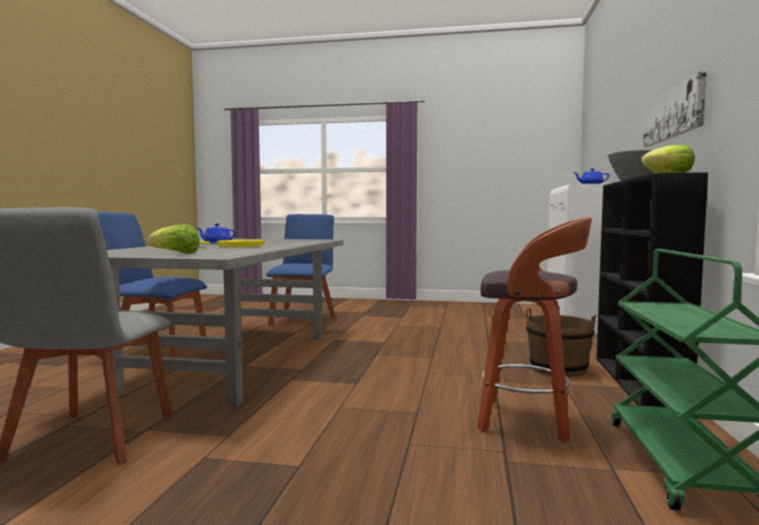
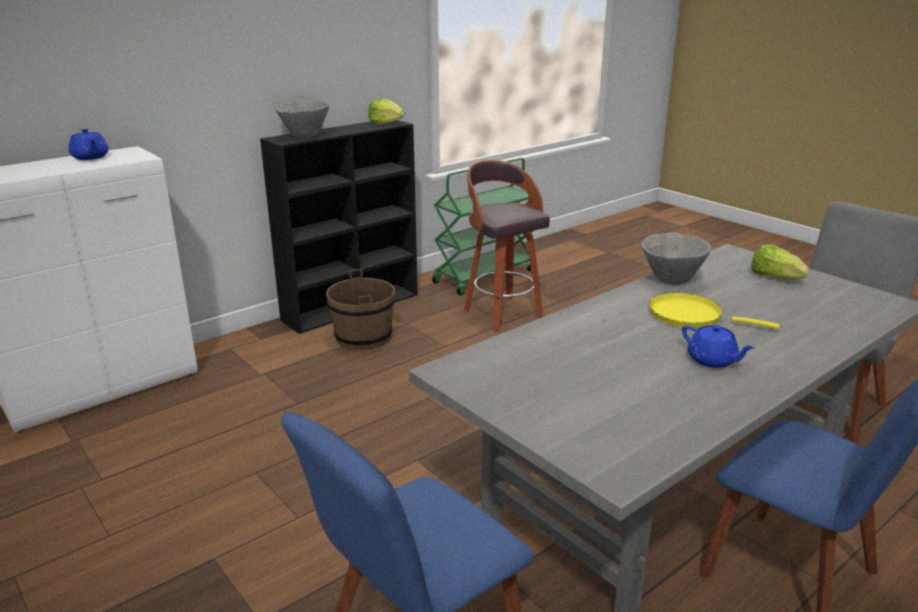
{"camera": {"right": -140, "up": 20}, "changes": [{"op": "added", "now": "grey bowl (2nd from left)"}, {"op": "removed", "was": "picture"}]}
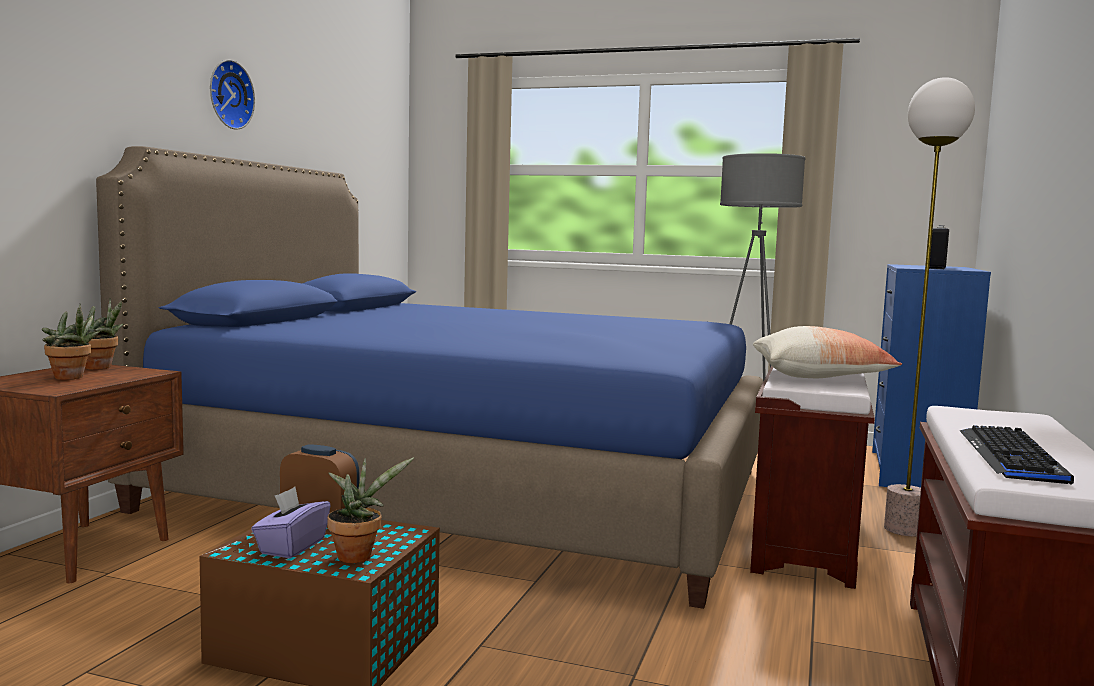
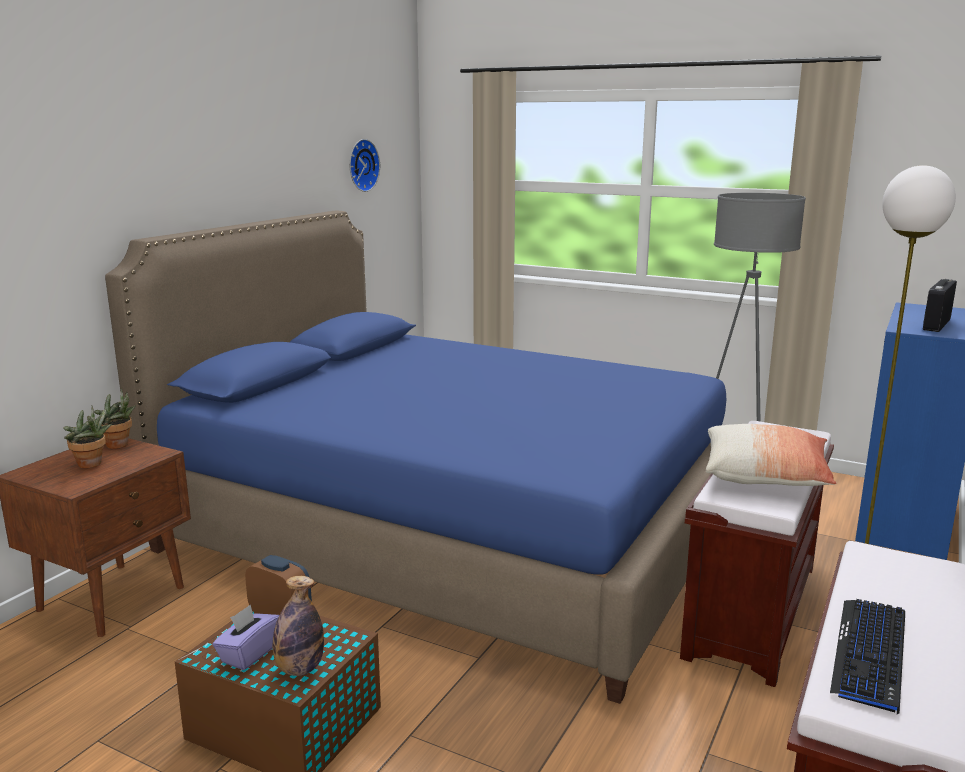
{"camera": {"right": 10, "up": 10}, "changes": [{"op": "replaced", "was": "potted plant (3rd from left)", "now": "bottle"}, {"op": "moved", "was": "wall clock"}]}
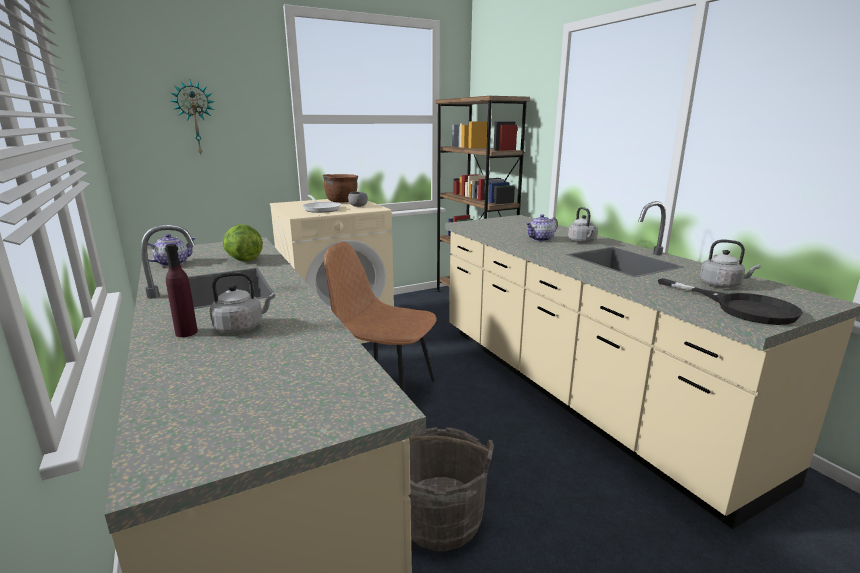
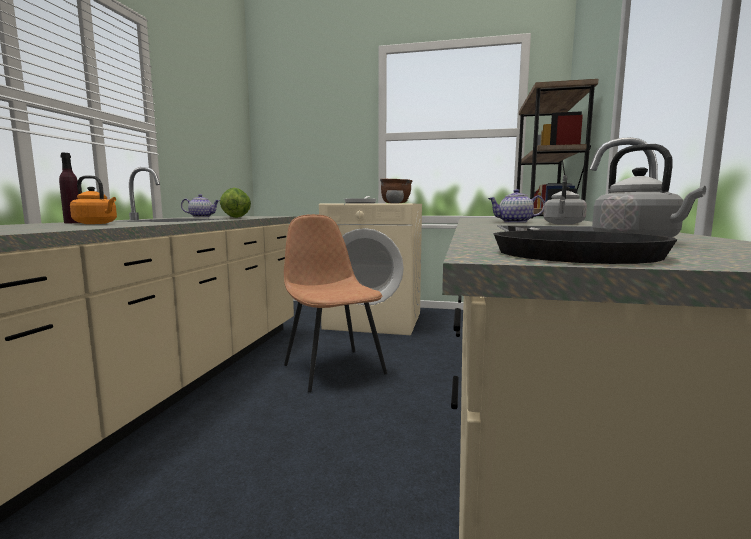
{"camera": {"right": 40, "up": -10}, "changes": [{"op": "recoloured", "was": "grey kettle (1st from left)", "now": "orange kettle"}, {"op": "removed", "was": "wall clock"}, {"op": "removed", "was": "grey bucket"}]}
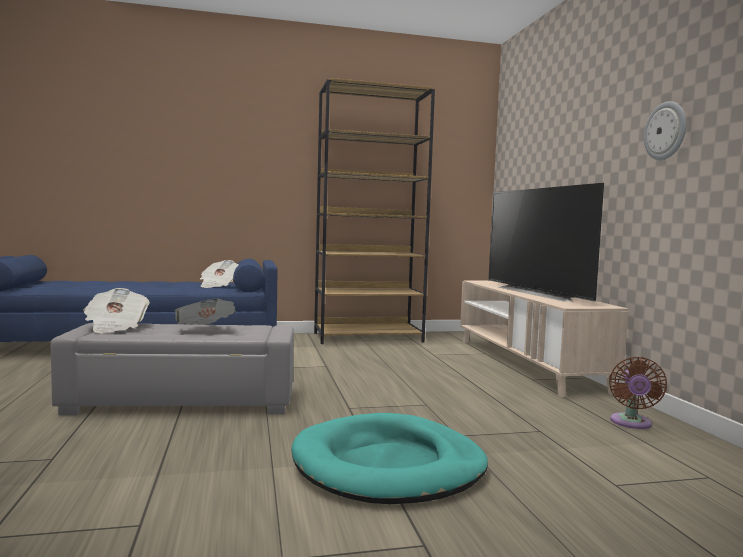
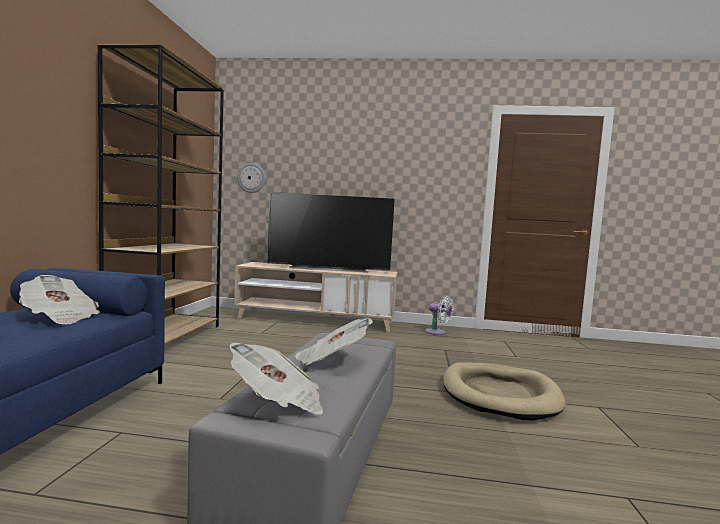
{"camera": {"right": -70, "up": 0}, "changes": [{"op": "moved", "was": "wall clock"}, {"op": "recoloured", "was": "brown fan", "now": "white fan"}, {"op": "recoloured", "was": "turquoise dog bed", "now": "beige dog bed"}]}
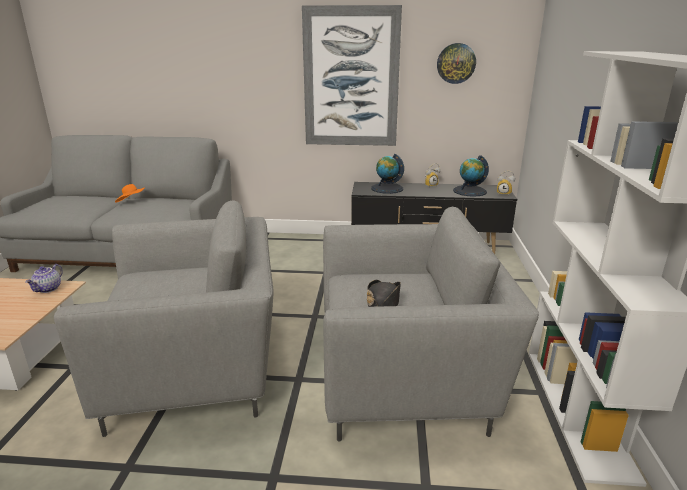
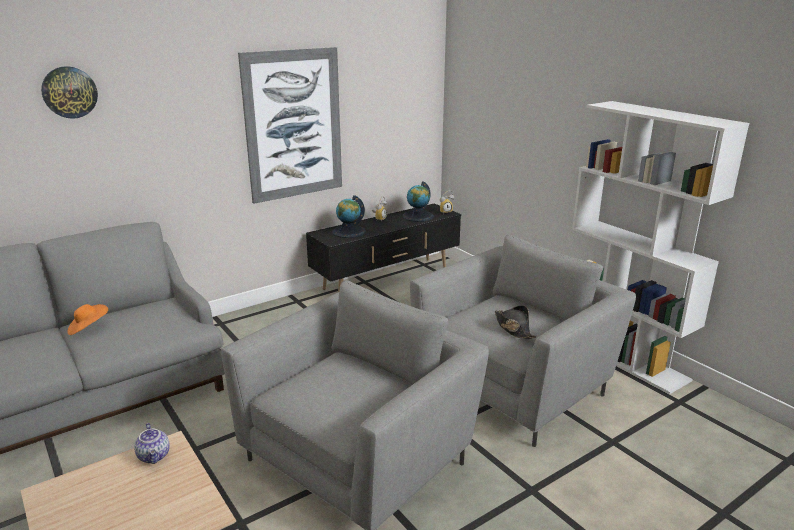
{"camera": {"right": -40, "up": 0}, "changes": [{"op": "moved", "was": "wall clock"}]}
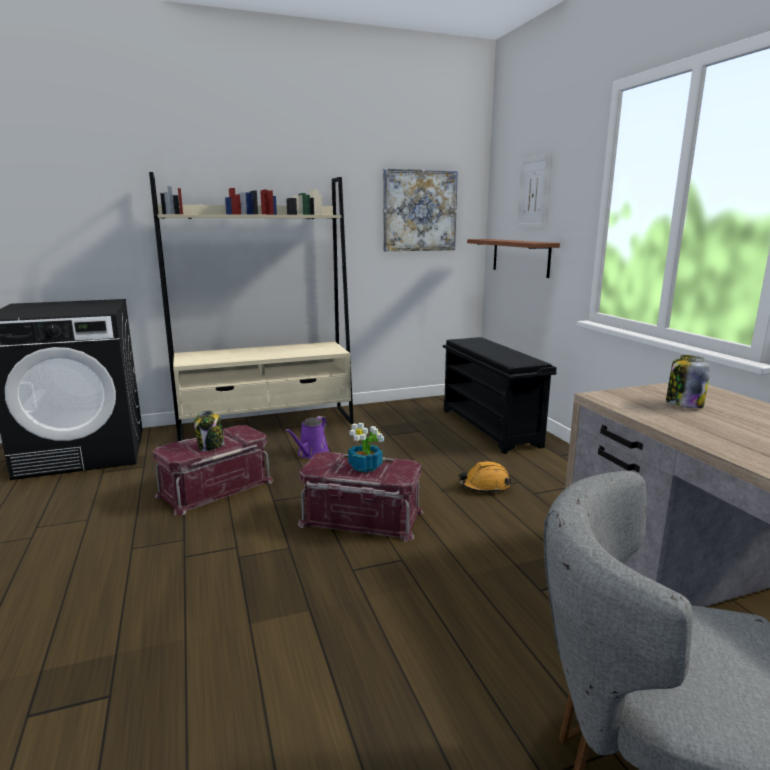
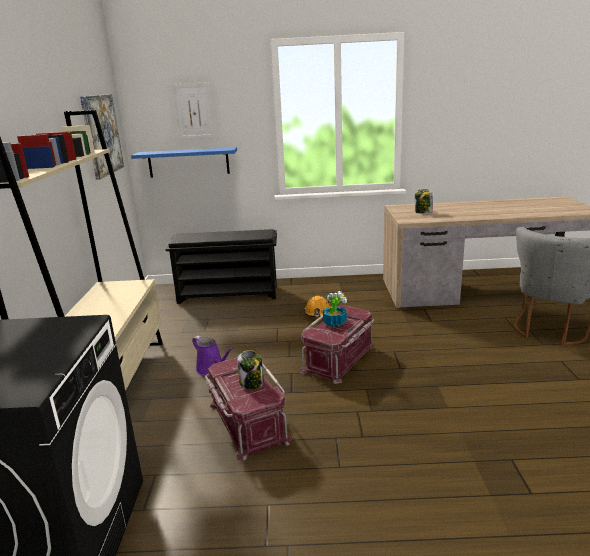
{"camera": {"right": -70, "up": 5}, "changes": [{"op": "recoloured", "was": "brown shelf", "now": "blue shelf"}]}
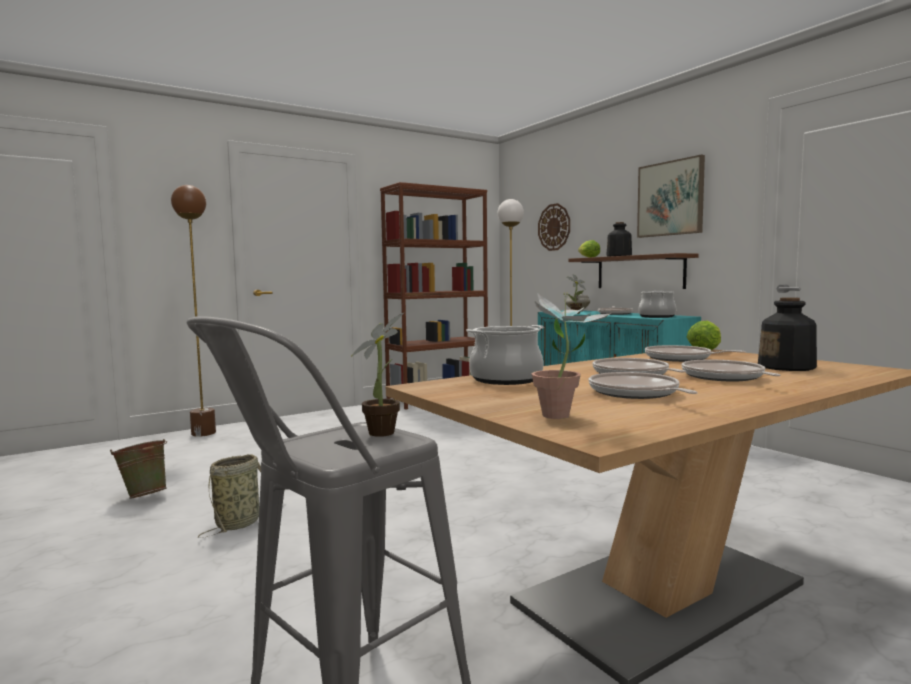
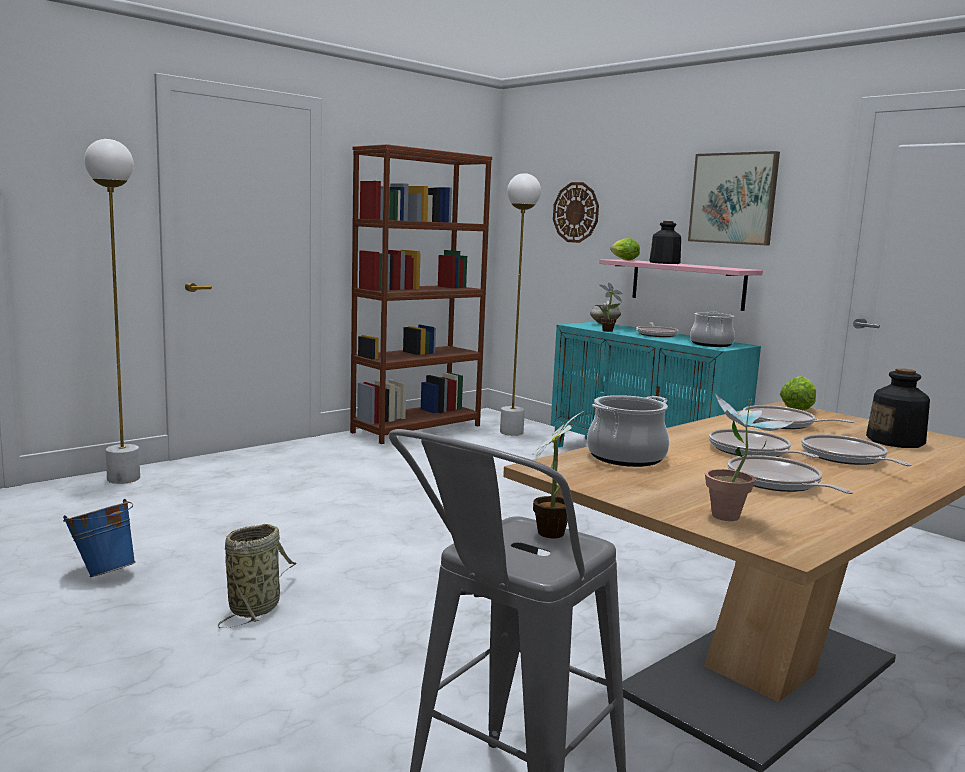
{"camera": {"right": -10, "up": 5}, "changes": [{"op": "recoloured", "was": "green bucket", "now": "blue bucket"}, {"op": "recoloured", "was": "brown floor lamp", "now": "white floor lamp (1st from left)"}, {"op": "recoloured", "was": "brown shelf", "now": "pink shelf"}]}
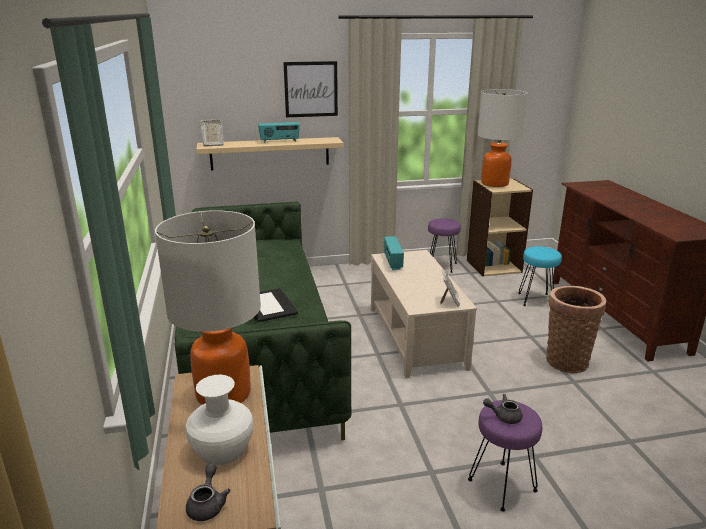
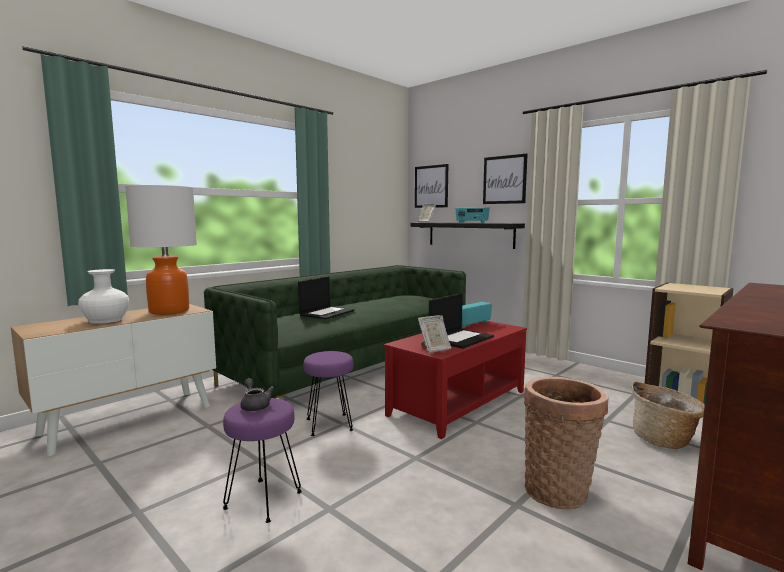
{"camera": {"right": 55, "up": -15}, "changes": [{"op": "moved", "was": "purple stool (1st from left in the first image)", "now": "purple stool (2nd from left)"}, {"op": "recoloured", "was": "beige coffee table", "now": "red coffee table"}, {"op": "recoloured", "was": "beige shelf", "now": "black shelf"}, {"op": "added", "now": "picture (1st from left)"}, {"op": "added", "now": "laptop (2nd from left)"}, {"op": "replaced", "was": "turquoise stool", "now": "basket (2nd from left)"}, {"op": "removed", "was": "grey teapot (1st from left)"}, {"op": "removed", "was": "table lamp (2nd from left)"}]}
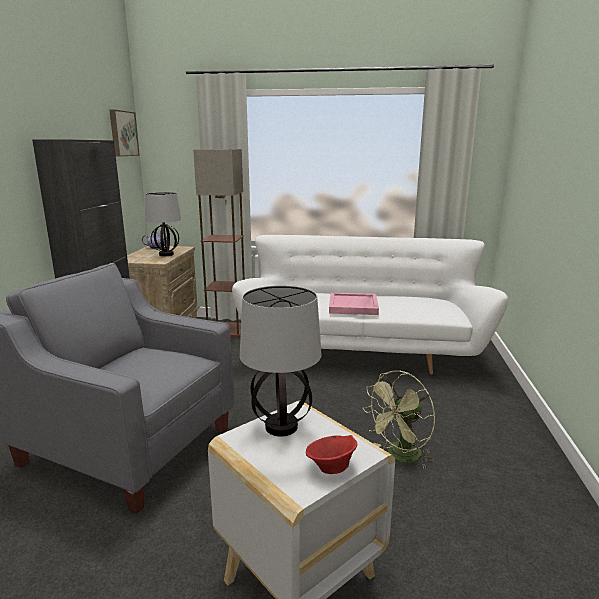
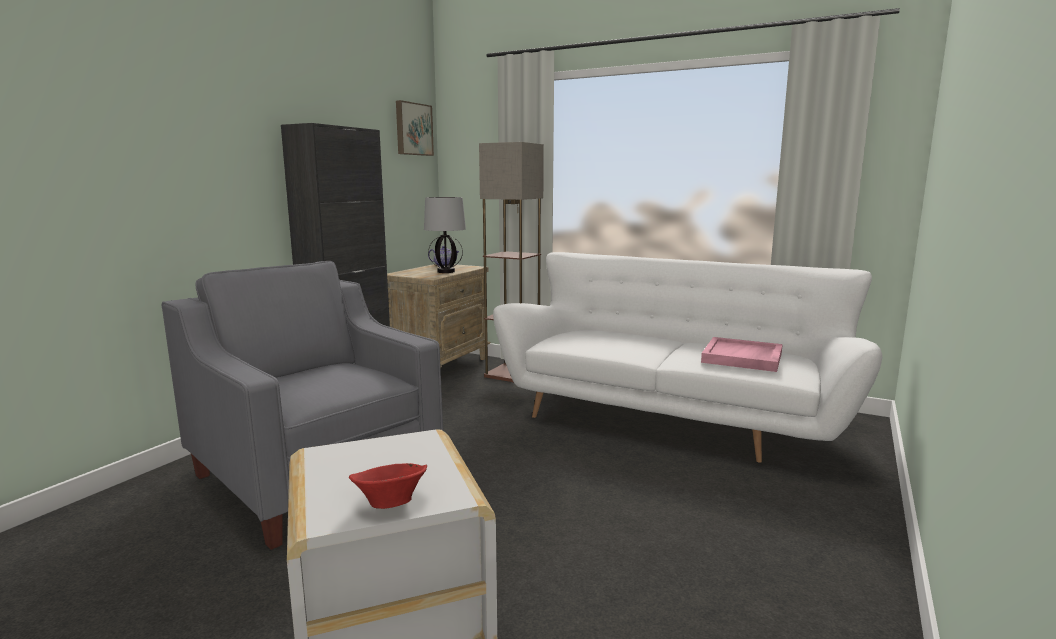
{"camera": {"right": 20, "up": -5}, "changes": [{"op": "moved", "was": "pink tray"}, {"op": "removed", "was": "table lamp (2nd from left)"}, {"op": "removed", "was": "green fan"}]}
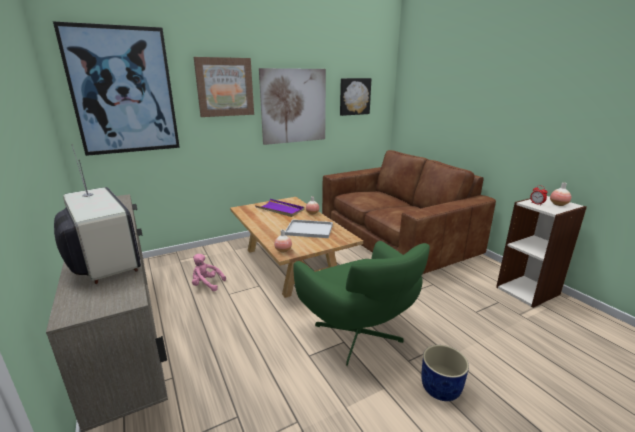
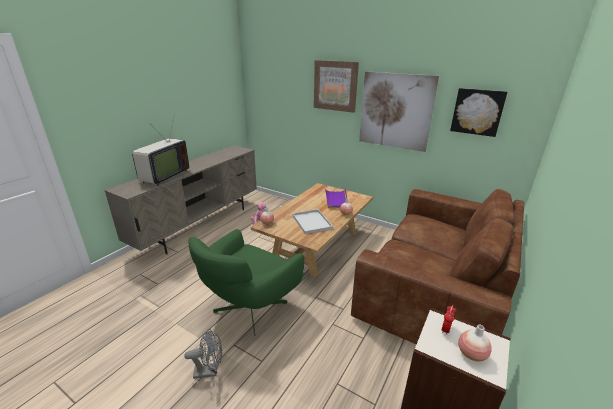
{"camera": {"right": 60, "up": 5}, "changes": [{"op": "replaced", "was": "blue planter", "now": "grey fan"}, {"op": "removed", "was": "picture (1st from left)"}]}
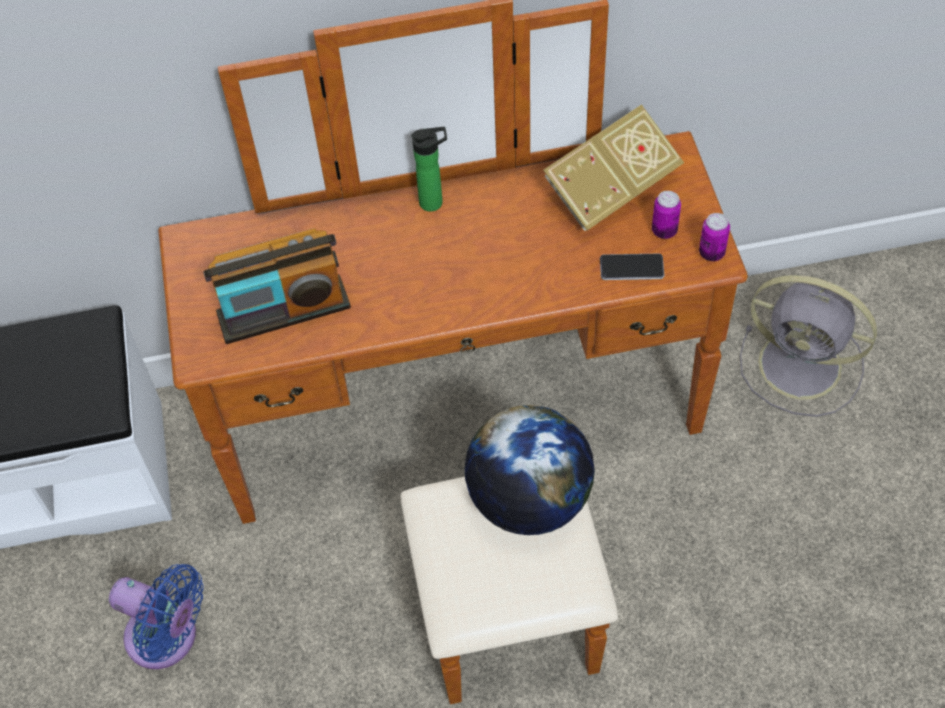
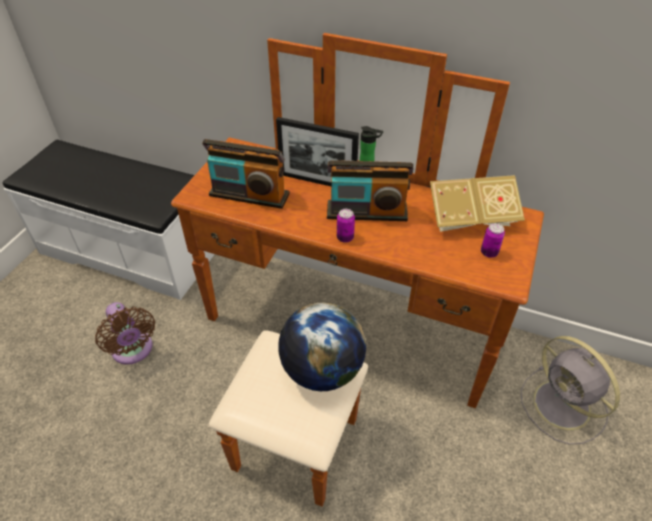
{"camera": {"right": 30, "up": -10}, "changes": [{"op": "recoloured", "was": "blue fan", "now": "brown fan"}, {"op": "added", "now": "picture frame"}, {"op": "added", "now": "radio (2nd from left)"}, {"op": "moved", "was": "can (2nd from left in the first image)", "now": "can (1st from left)"}, {"op": "removed", "was": "phone"}]}
